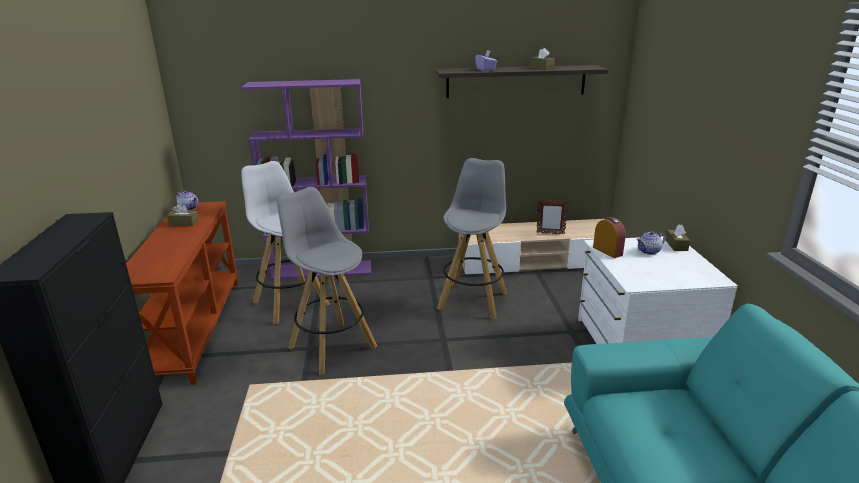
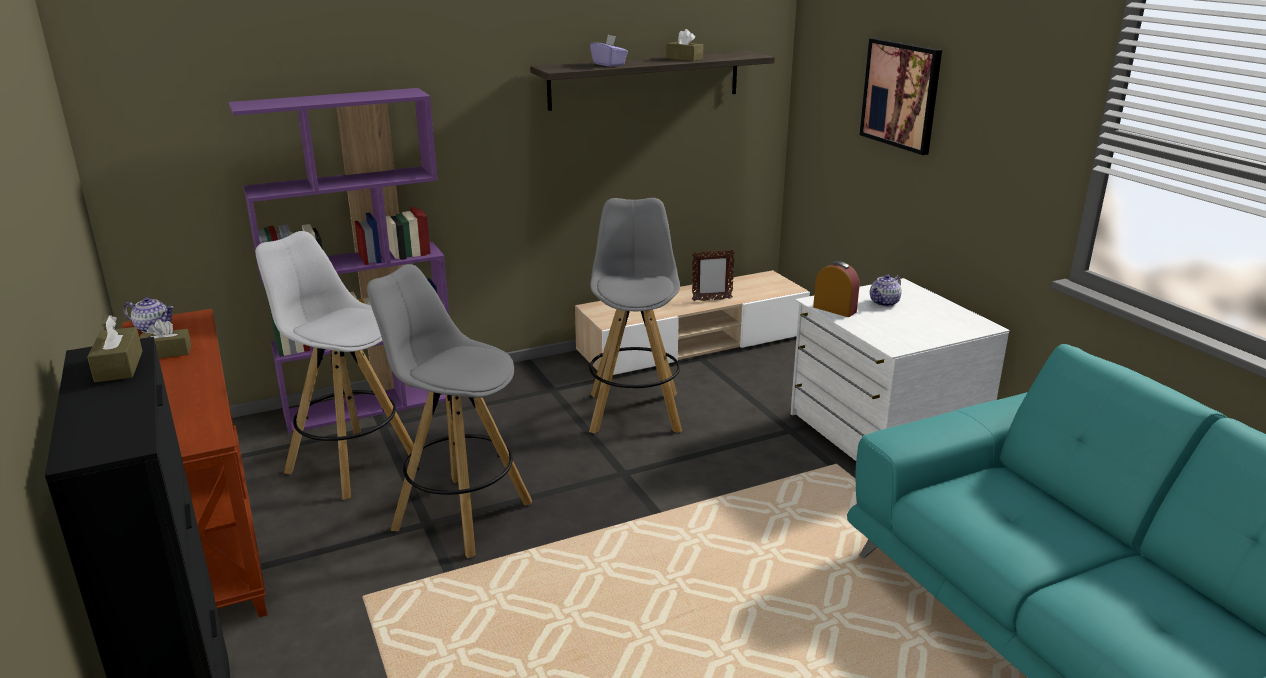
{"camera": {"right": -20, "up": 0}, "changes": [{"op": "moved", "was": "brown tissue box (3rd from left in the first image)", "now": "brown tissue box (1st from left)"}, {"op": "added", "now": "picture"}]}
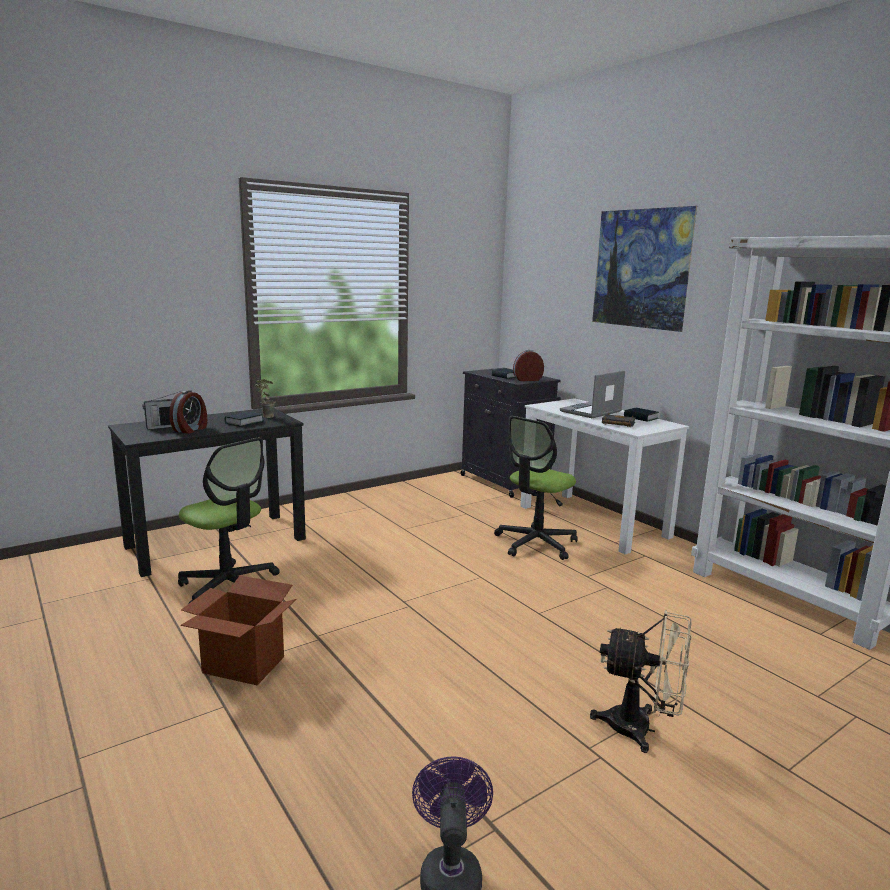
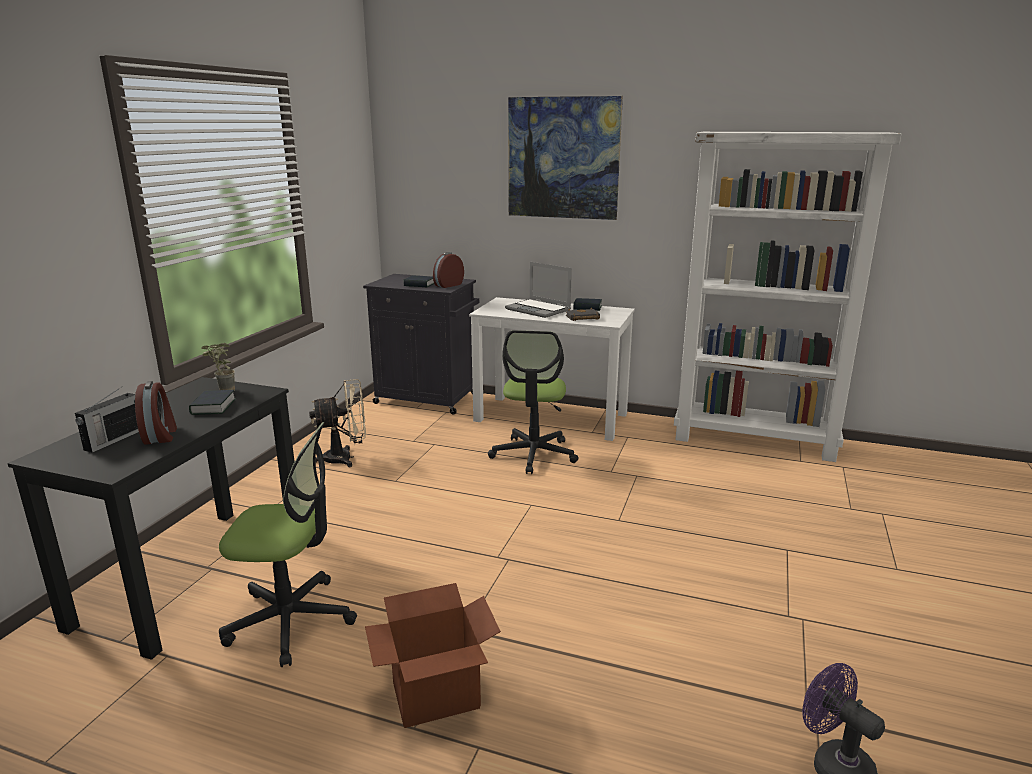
{"camera": {"right": -35, "up": 5}, "changes": [{"op": "moved", "was": "beige fan"}, {"op": "turned", "was": "laptop", "clockwise": -60}]}
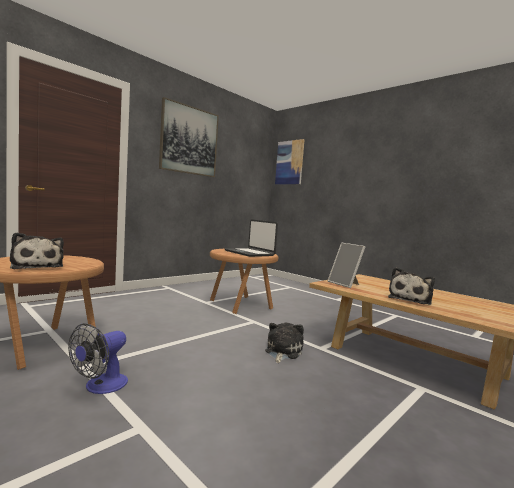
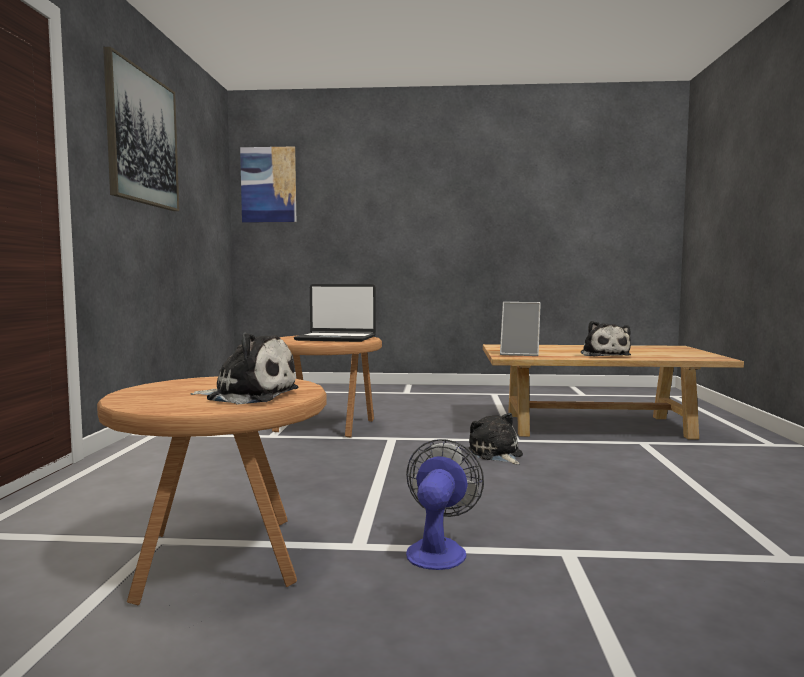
{"camera": {"right": -40, "up": 0}, "changes": [{"op": "turned", "was": "fan", "clockwise": -150}]}
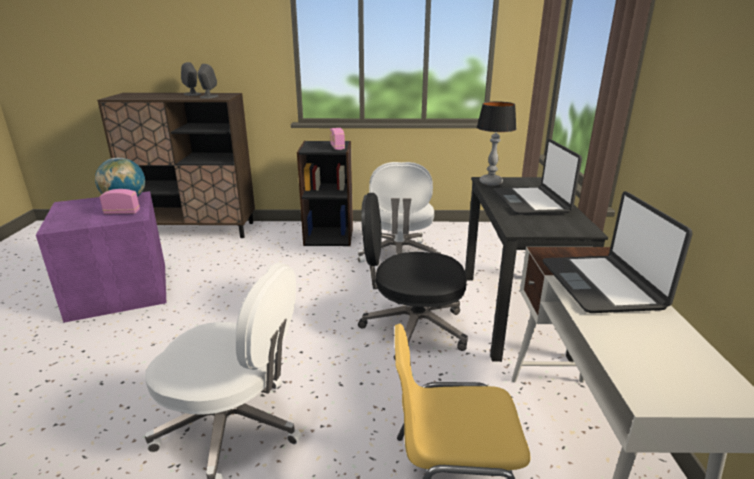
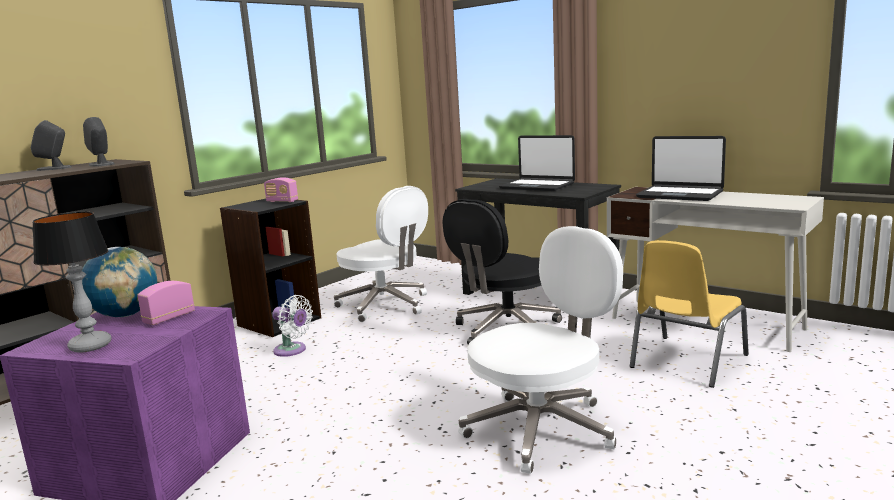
{"camera": {"right": -50, "up": -10}, "changes": [{"op": "moved", "was": "table lamp"}, {"op": "added", "now": "white fan"}]}
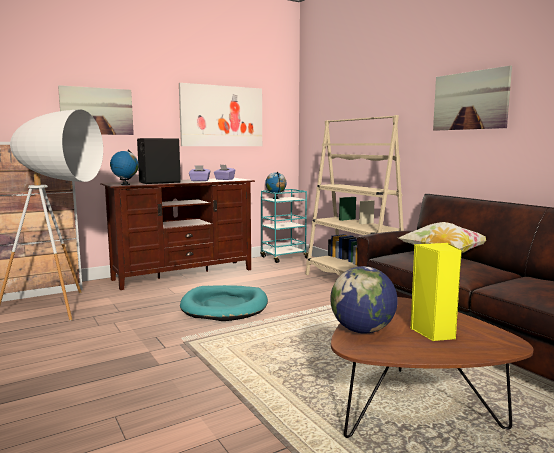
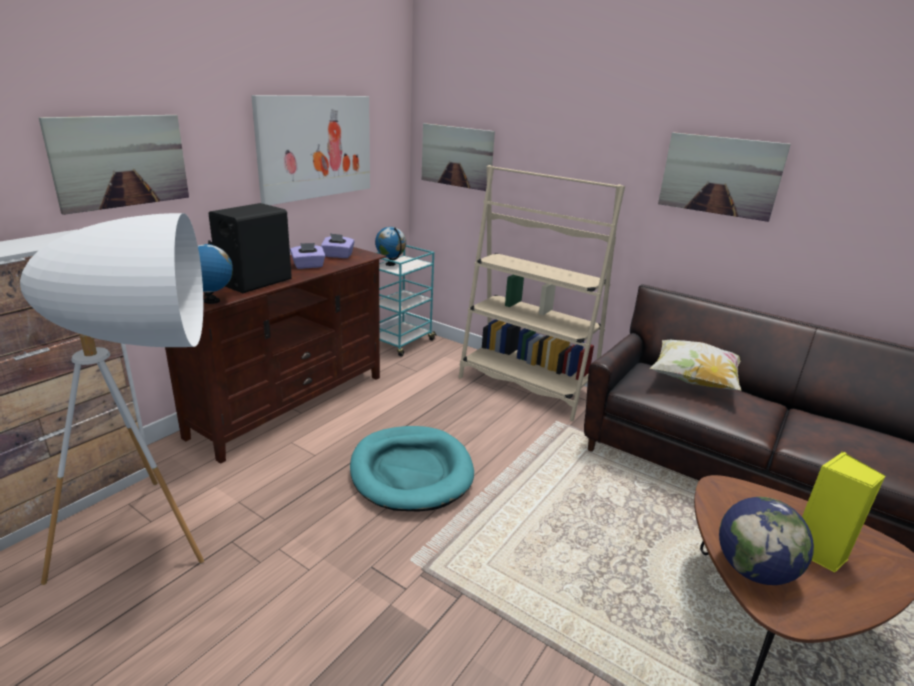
{"camera": {"right": -25, "up": 15}, "changes": [{"op": "added", "now": "picture (3rd from left)"}]}
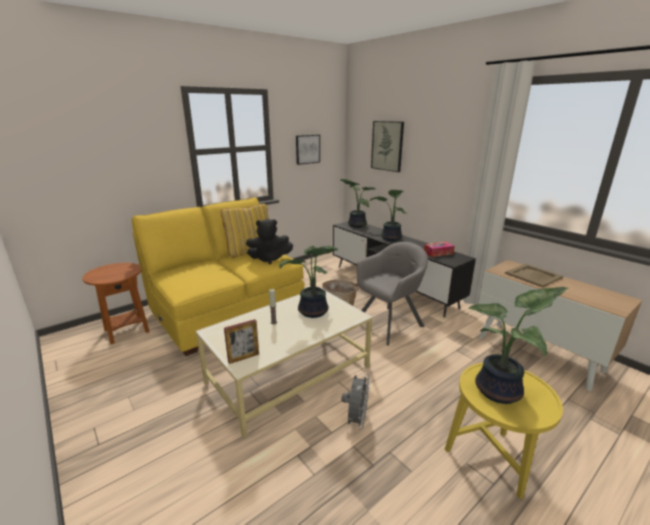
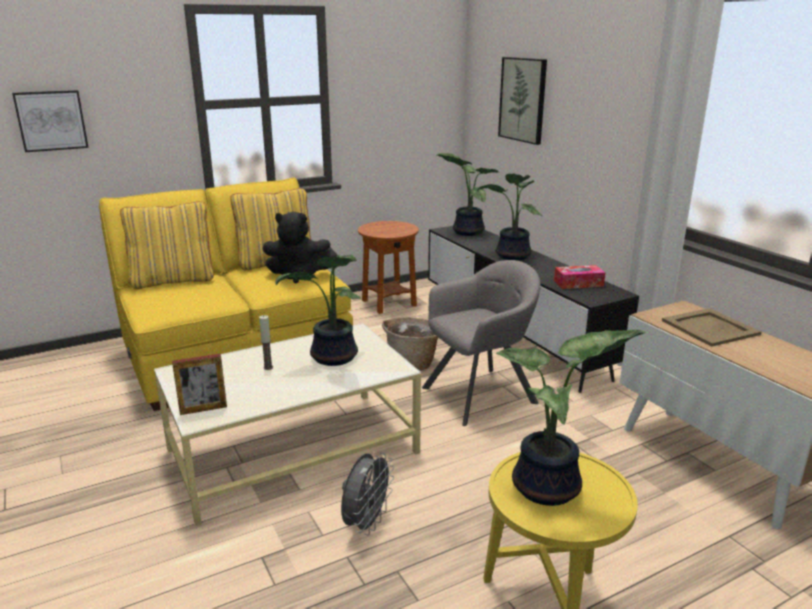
{"camera": {"right": 10, "up": 0}, "changes": [{"op": "moved", "was": "picture (1st from left)"}, {"op": "added", "now": "yellow pillow (1st from left)"}, {"op": "moved", "was": "brown side table"}]}
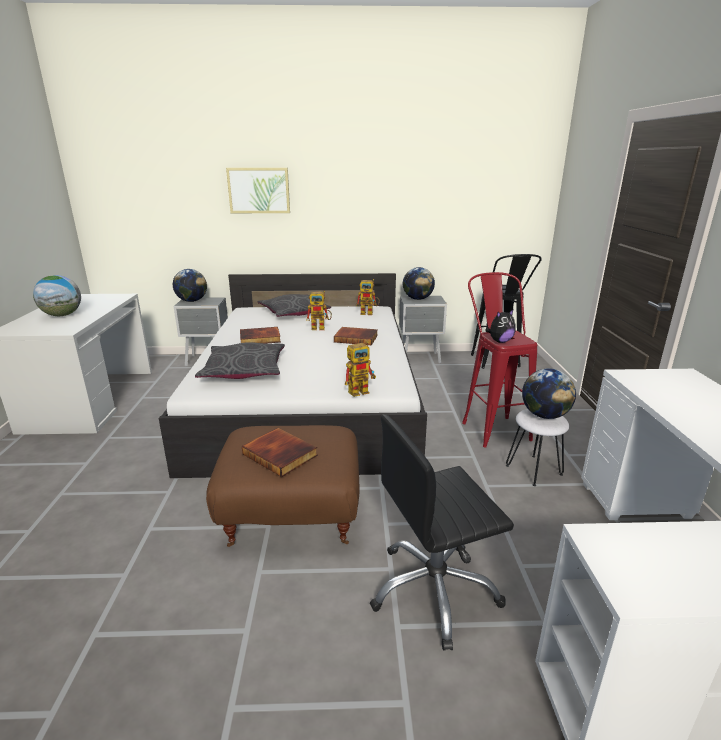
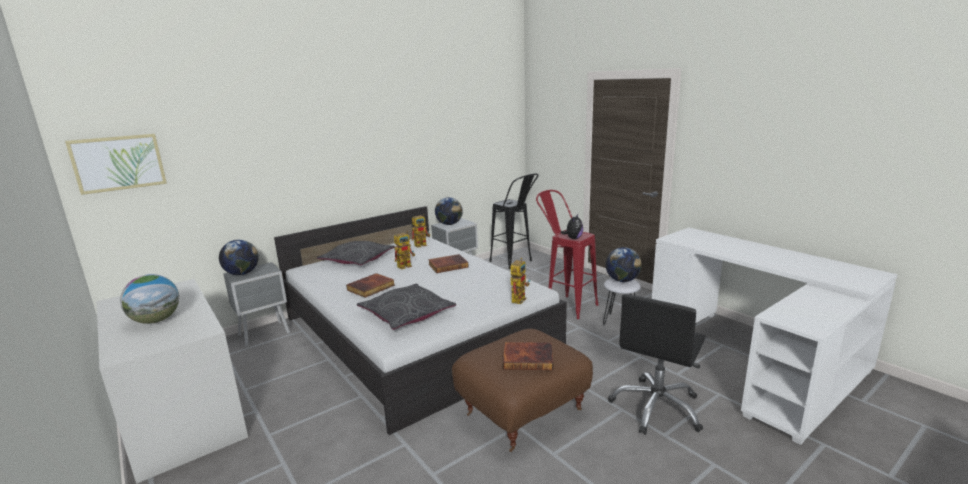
{"camera": {"right": -35, "up": -5}, "changes": [{"op": "moved", "was": "picture"}]}
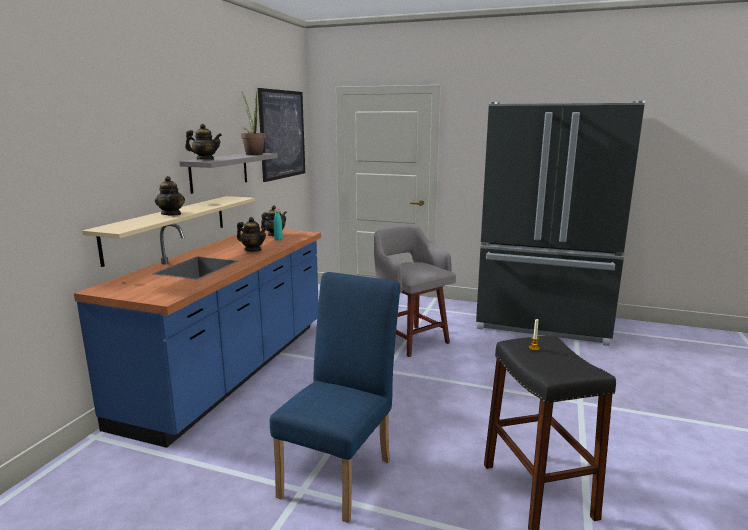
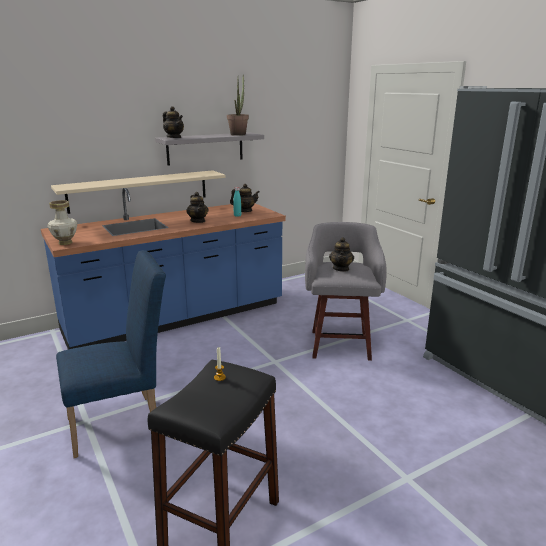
{"camera": {"right": 40, "up": 5}, "changes": [{"op": "added", "now": "vase"}, {"op": "moved", "was": "teapot (1st from left in the first image)", "now": "teapot (4th from left)"}, {"op": "removed", "was": "picture"}]}
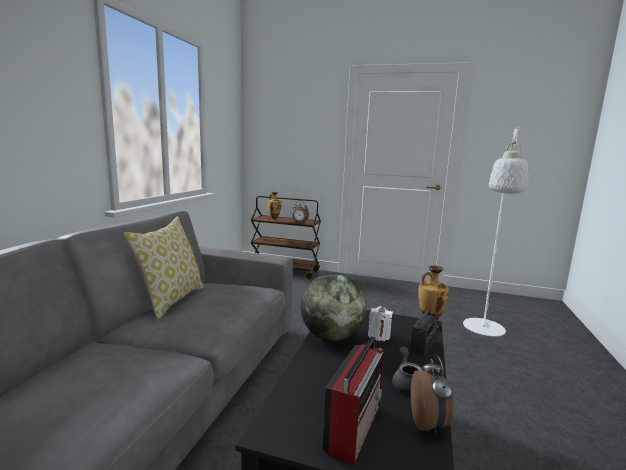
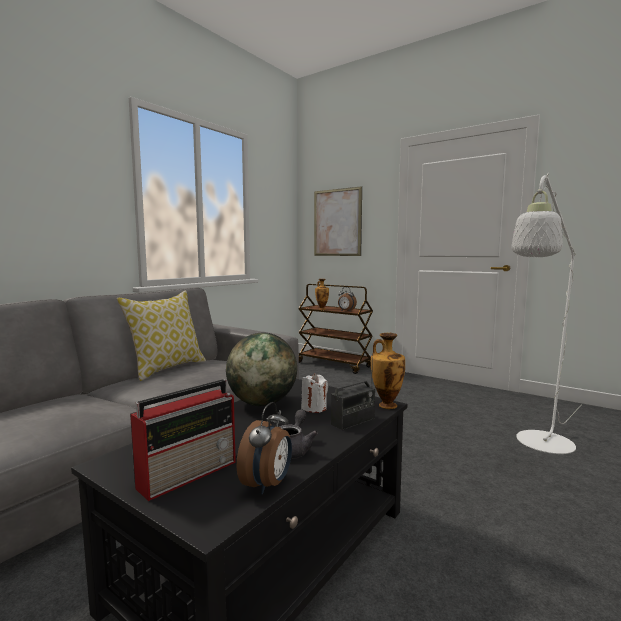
{"camera": {"right": 20, "up": -5}, "changes": [{"op": "added", "now": "picture"}]}
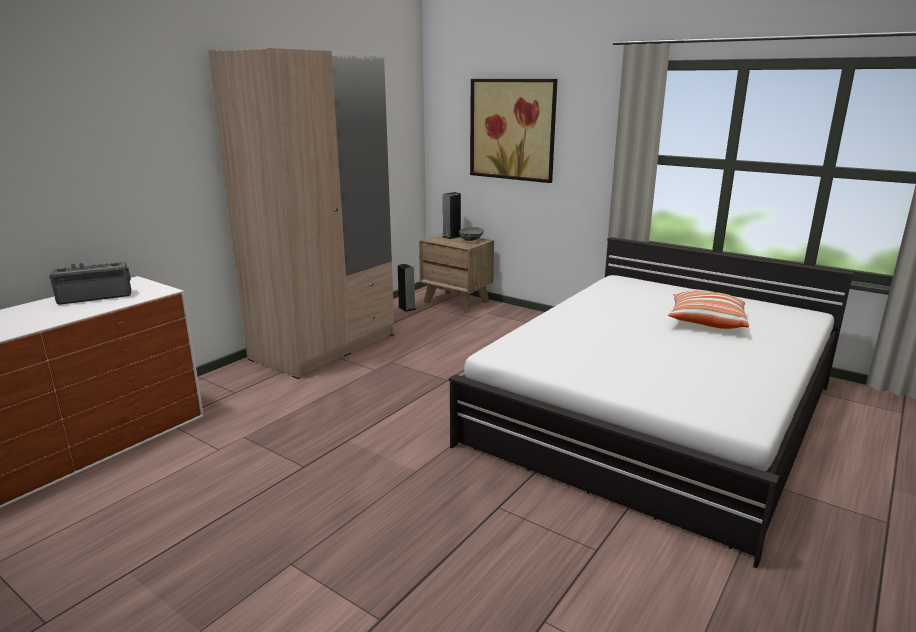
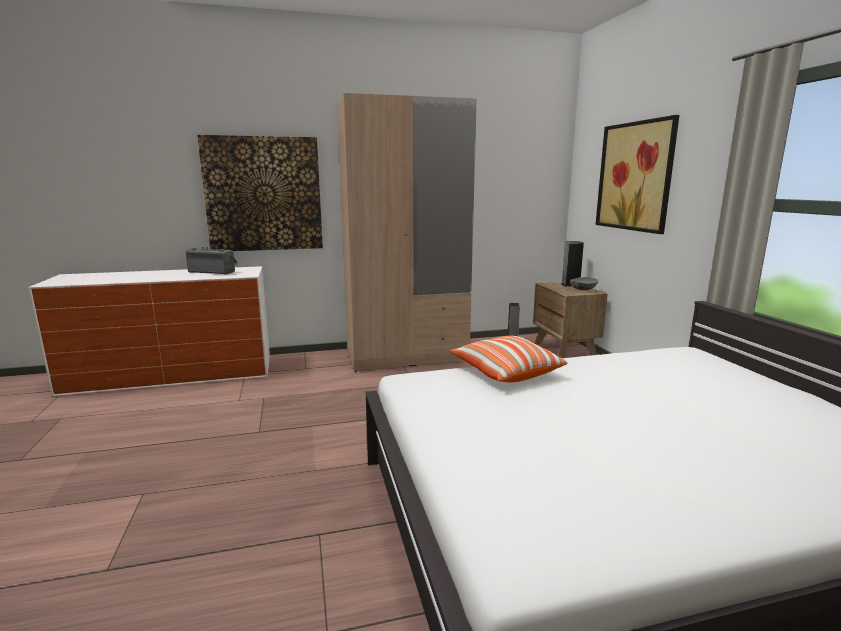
{"camera": {"right": 40, "up": -5}, "changes": [{"op": "added", "now": "picture (1st from left)"}, {"op": "moved", "was": "pillow"}]}
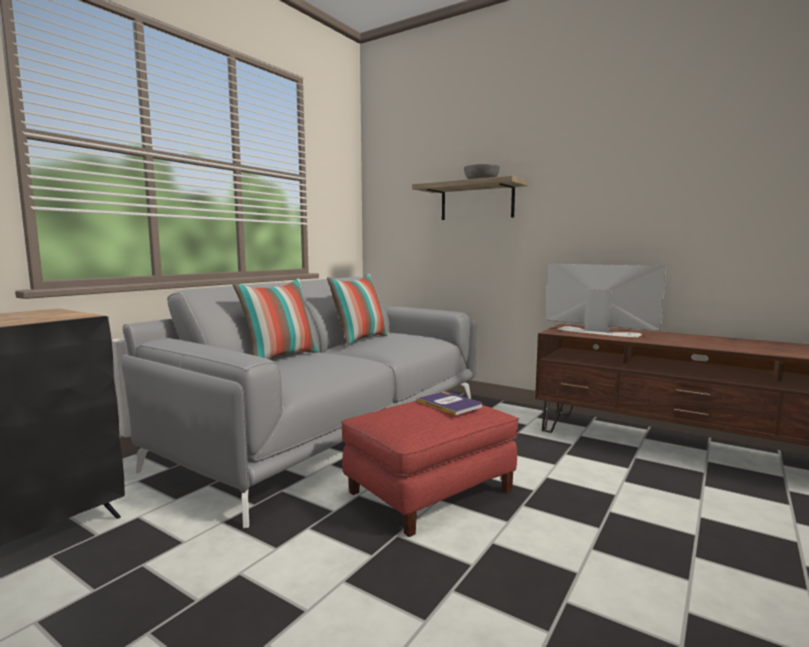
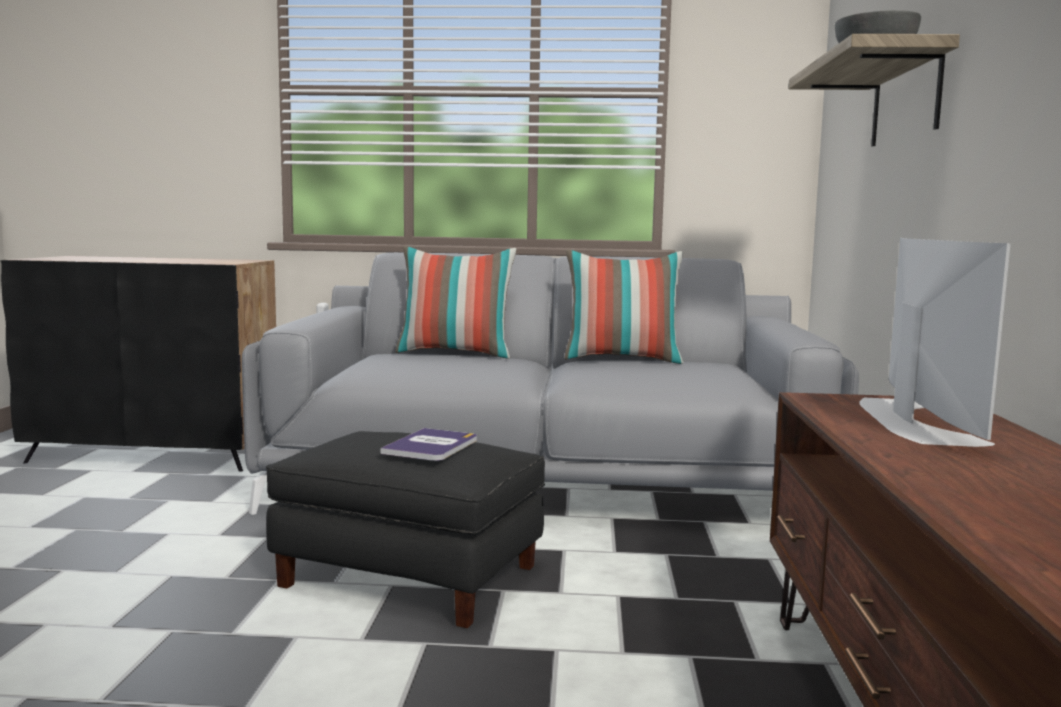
{"camera": {"right": 60, "up": 0}, "changes": [{"op": "recoloured", "was": "red ottoman", "now": "black ottoman"}]}
